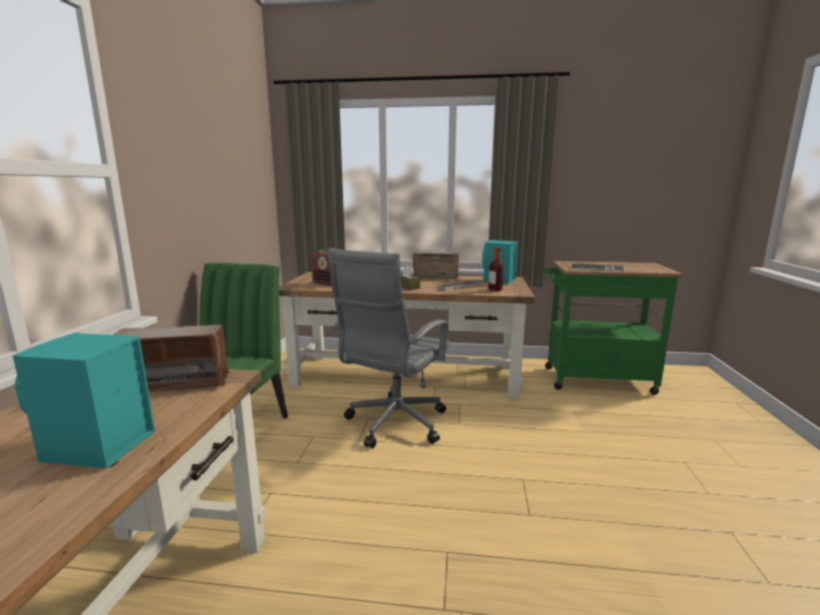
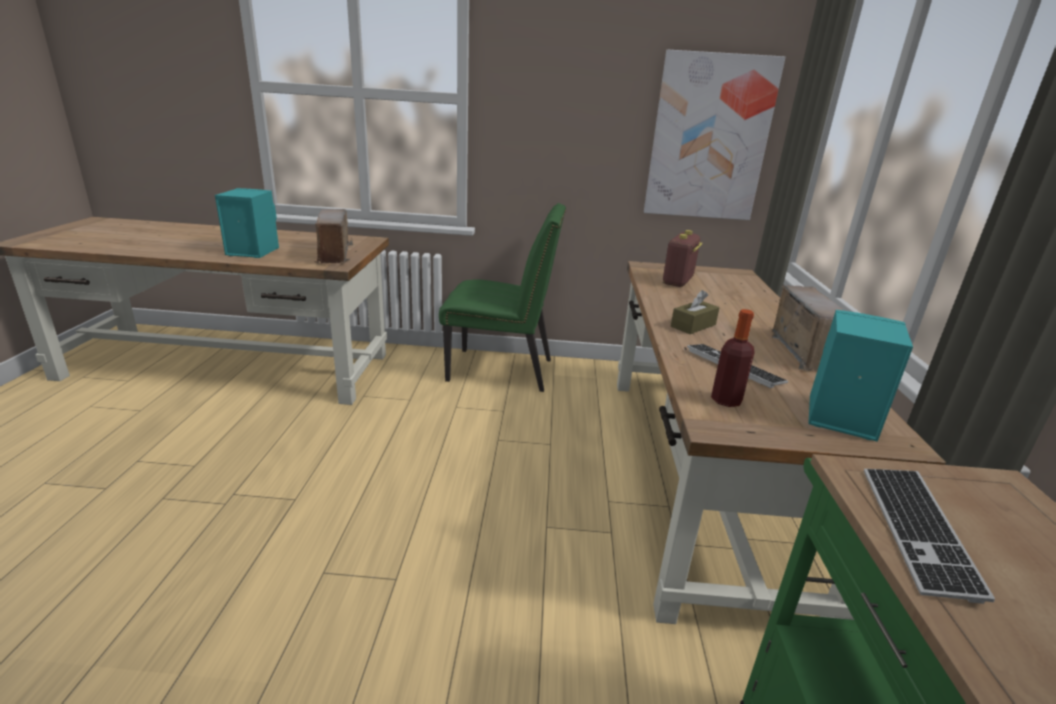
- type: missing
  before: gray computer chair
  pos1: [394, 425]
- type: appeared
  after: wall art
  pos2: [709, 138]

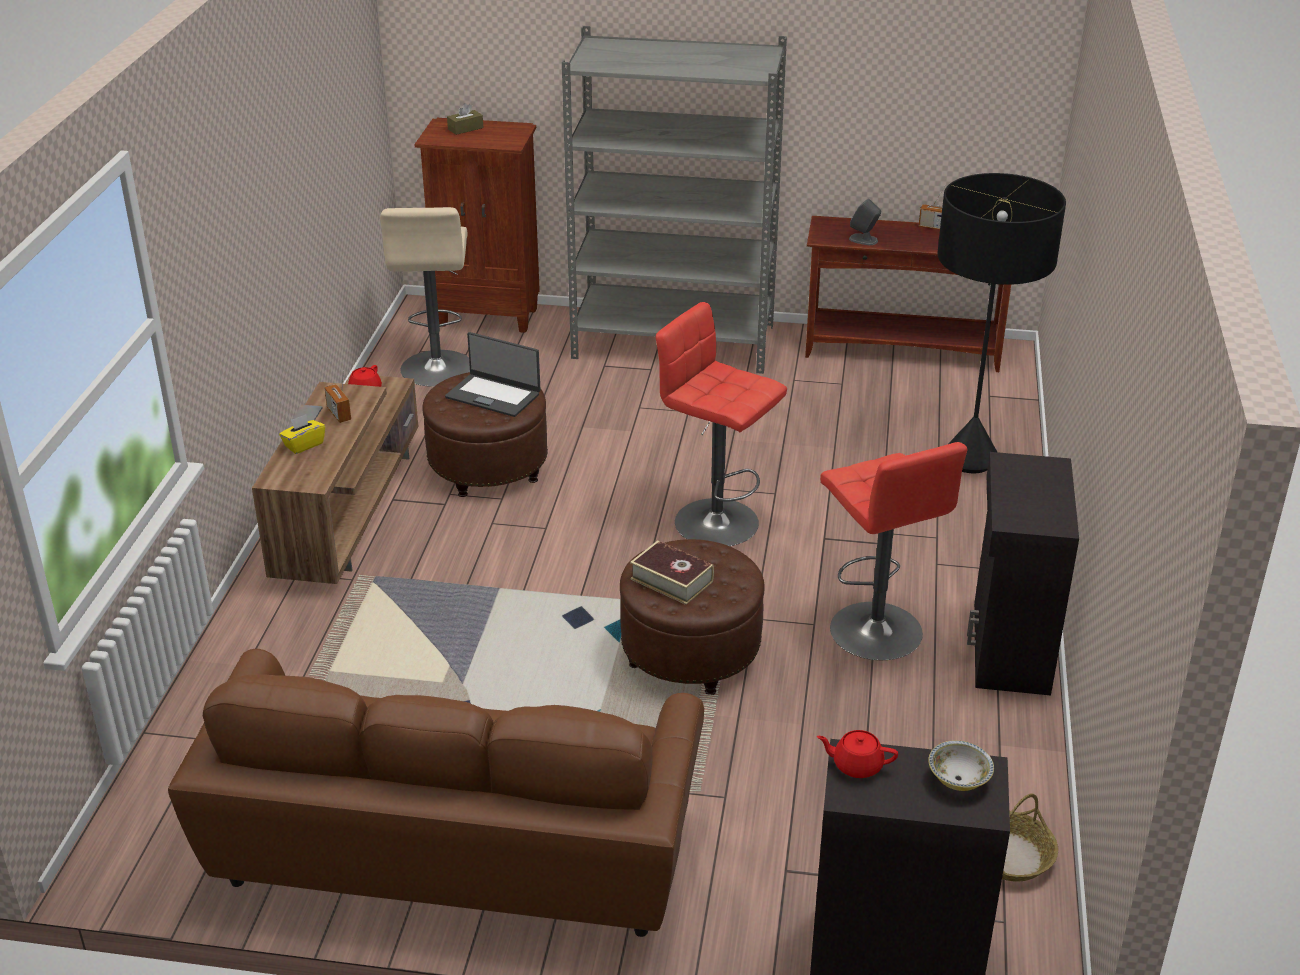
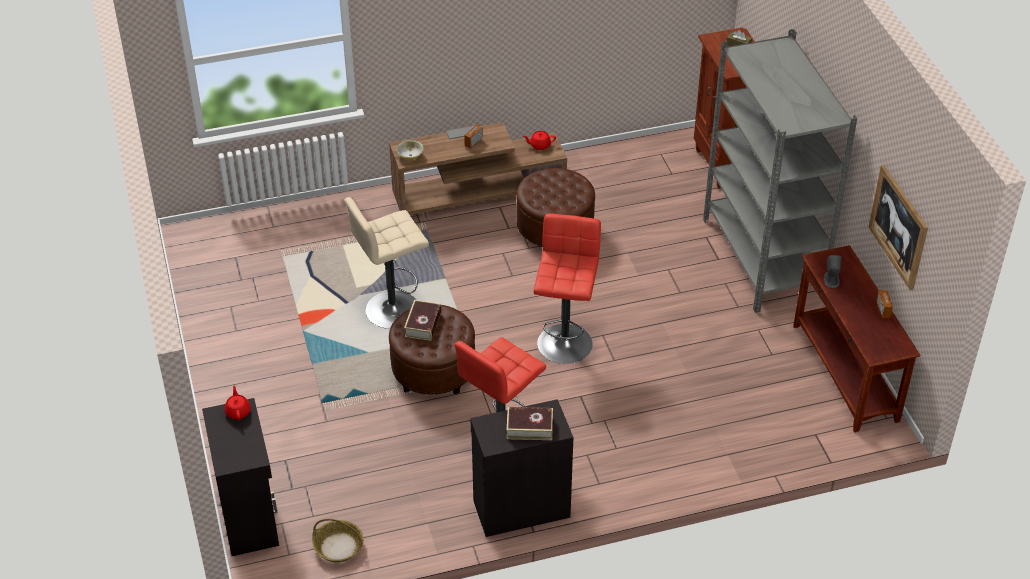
- type: missing
  before: brown-coloured sofa
  pos1: [454, 855]
- type: missing
  before: yellow-coloured box of tissues
  pos1: [304, 445]
- type: missing
  before: portable computer
  pos1: [493, 395]
- type: missing
  before: black standing lamp
  pos1: [970, 461]
- type: appeared
  after: bound book
  pos2: [529, 428]
- type: appeared
  after: wall art
  pos2: [898, 227]
- type: relocated
  before: beige sitting stool
  pos1: [436, 369]
  pos2: [391, 309]
- type: relocated
  before: deep dish
  pos1: [958, 779]
  pos2: [410, 156]

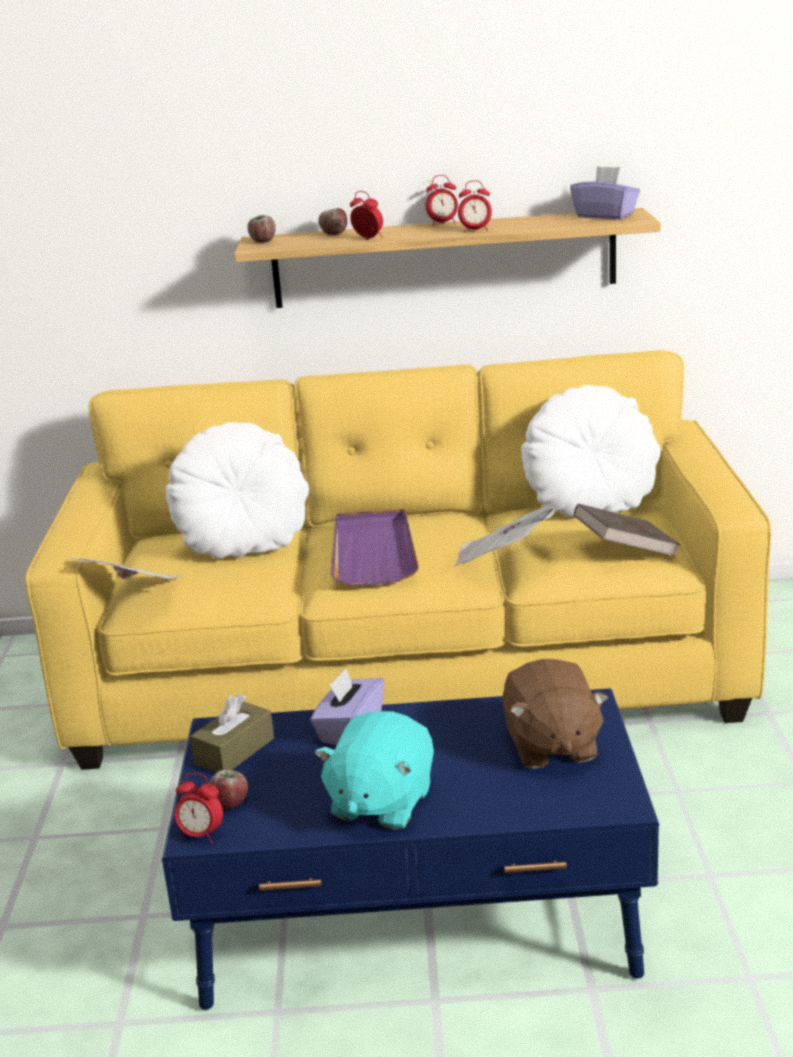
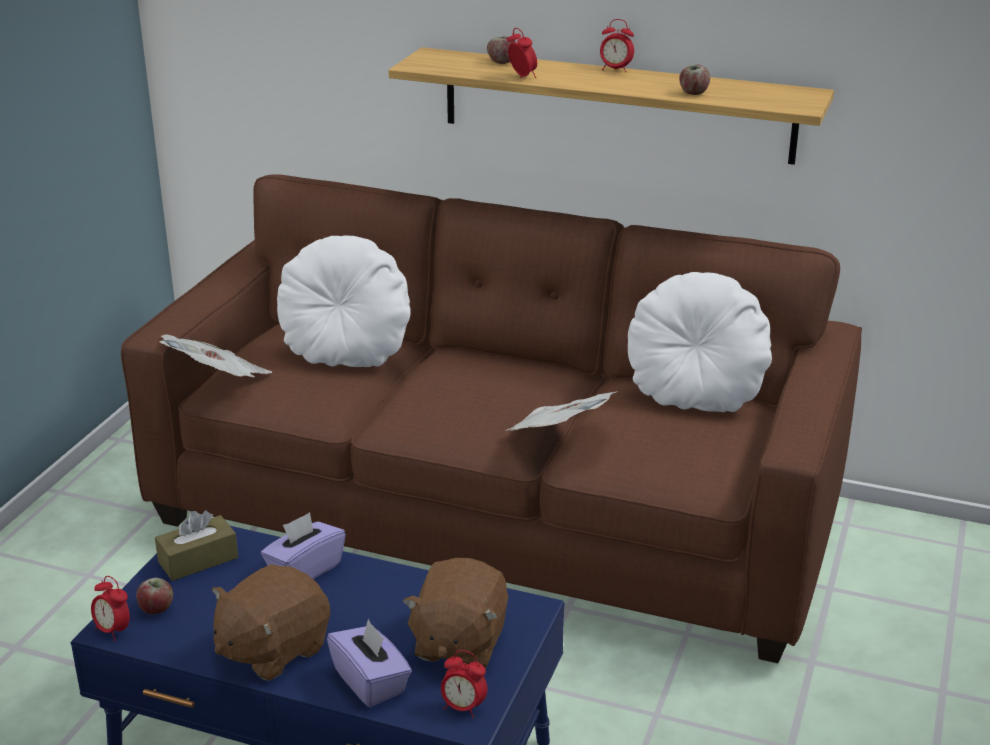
- type: missing
  before: purplish carrying tray
  pos1: [373, 551]
- type: missing
  before: brown-coloured bound book
  pos1: [625, 551]
- type: relocated
  before: whole apple
  pos1: [262, 241]
  pos2: [693, 93]
- type: relocated
  before: alarm clock
  pos1: [475, 230]
  pos2: [463, 708]
- type: relocated
  before: purplish box of tissues
  pos1: [605, 216]
  pos2: [370, 682]
- type: colour
  before: yellow-coloured sofa
  after: brown-coloured sofa
  pos1: [408, 676]
  pos2: [495, 516]
- type: colour
  before: turquoise-coloured soft toy
  after: brown-coloured soft toy
  pos1: [380, 803]
  pos2: [272, 649]

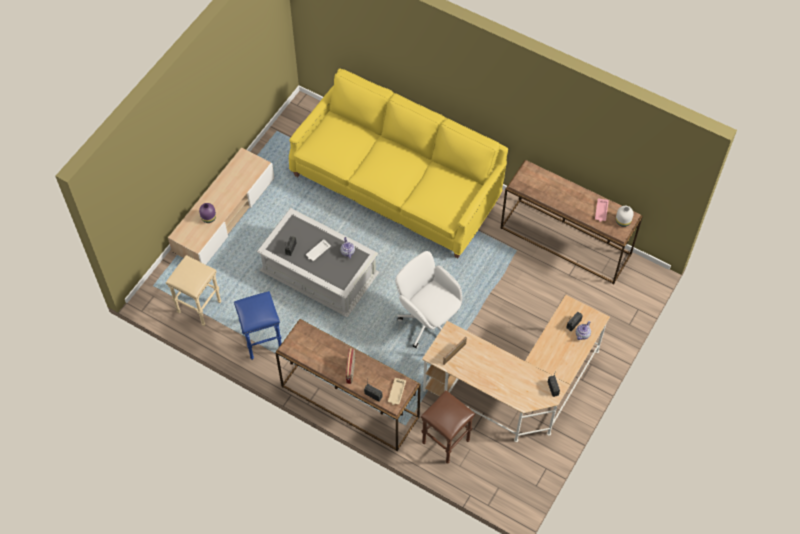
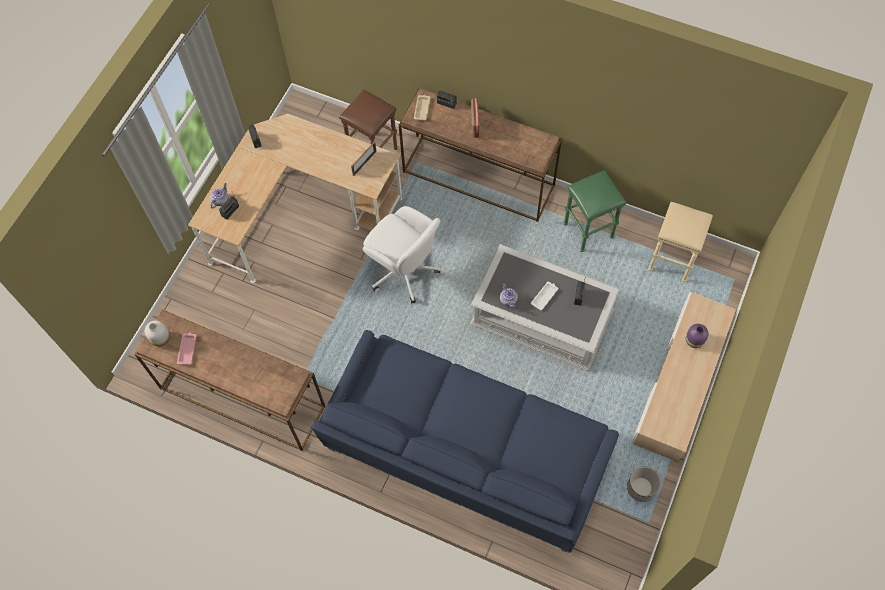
- type: appeared
  after: planter
  pos2: [641, 488]
- type: colour
  before: blue-coloured sitting stool
  after: green sitting stool
  pos1: [263, 340]
  pos2: [588, 231]
- type: colour
  before: yellow-coloured sofa
  after: blue-coloured sofa
  pos1: [397, 185]
  pos2: [465, 453]

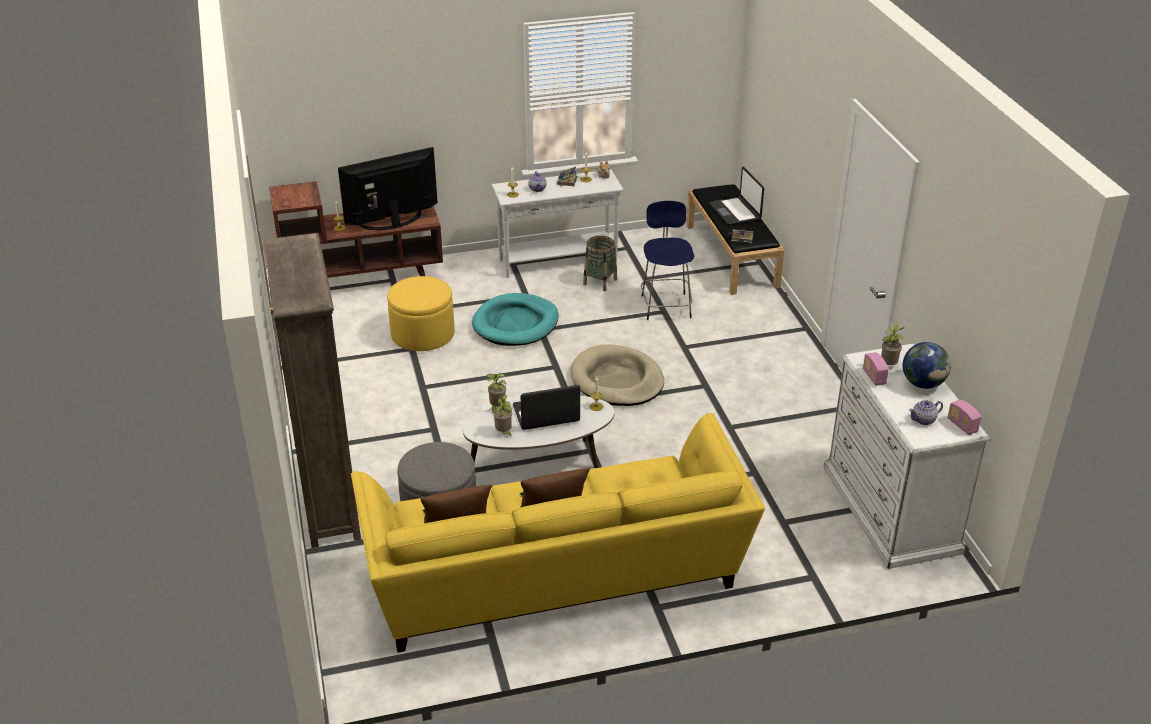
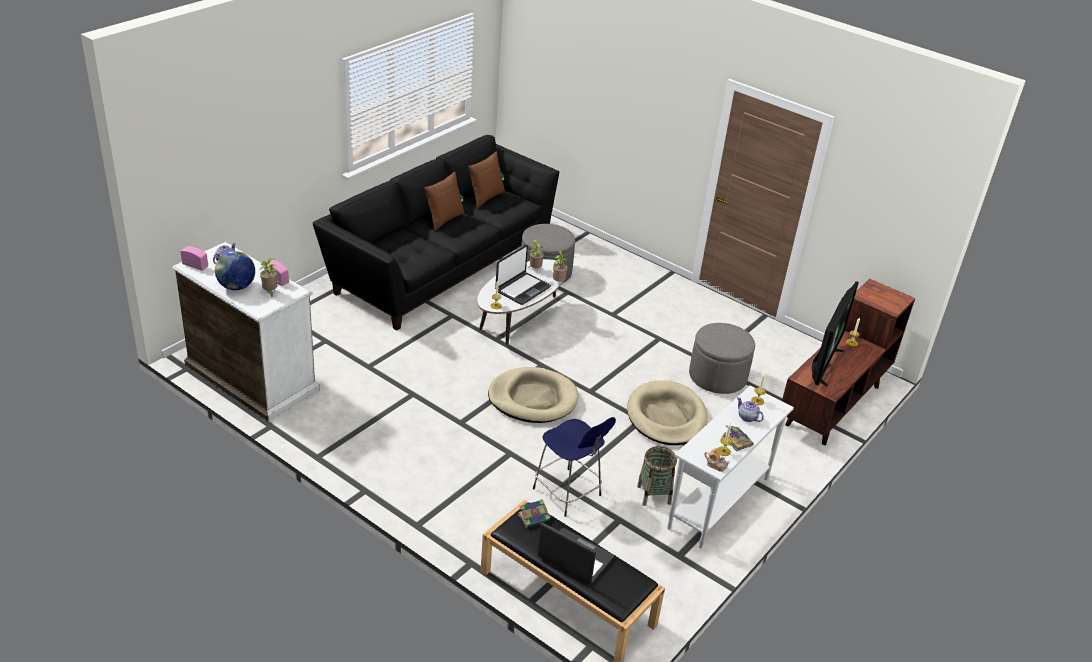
- type: missing
  before: brown-coloured bookshelf
  pos1: [329, 501]
- type: colour
  before: yellow-coloured sofa
  after: black sofa
  pos1: [555, 580]
  pos2: [440, 263]
- type: colour
  before: yellow-coloured pouffe
  after: gray pouffe
  pos1: [423, 335]
  pos2: [717, 377]
- type: colour
  before: turquoise-coloured pet bed
  after: beige pet bed
  pos1: [516, 323]
  pos2: [666, 417]

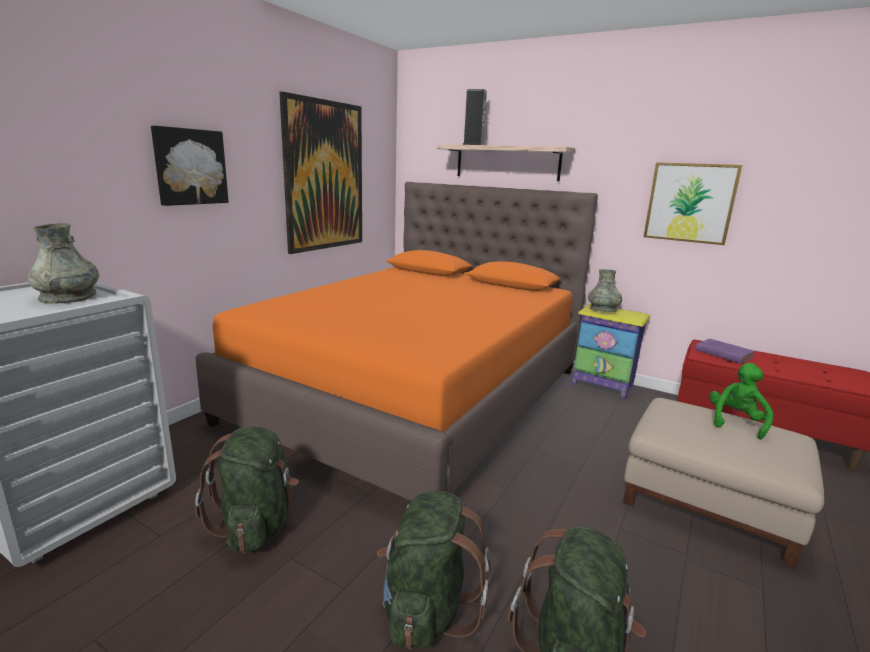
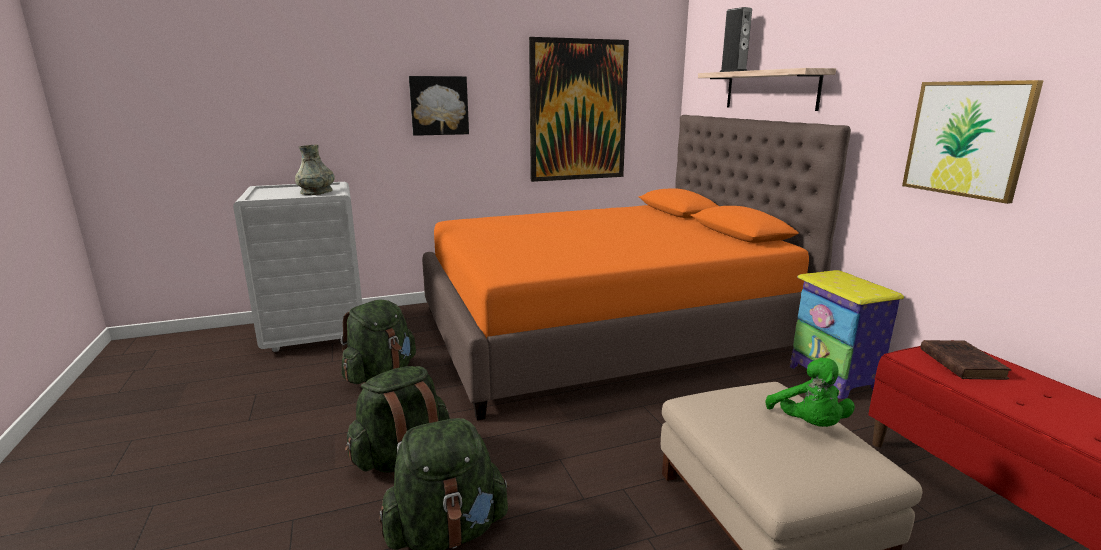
- type: missing
  before: gray flower vase
  pos1: [603, 310]
- type: colour
  before: purplish bound book
  after: brown-coloured bound book
  pos1: [722, 353]
  pos2: [960, 363]
- type: spun
  before: green soft toy
  pos1: [736, 422]
  pos2: [808, 425]
  turn: 105

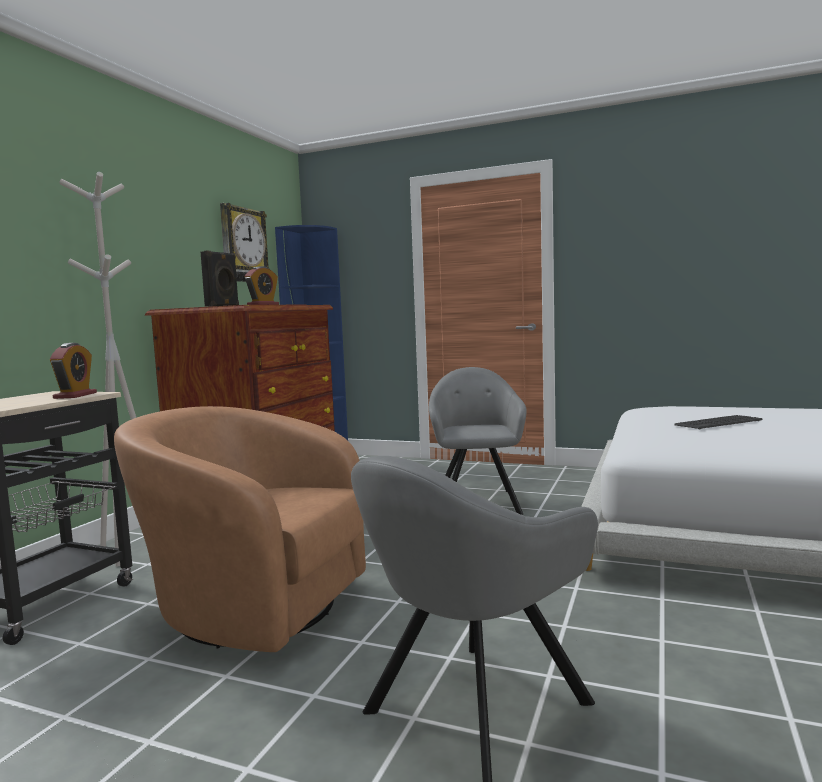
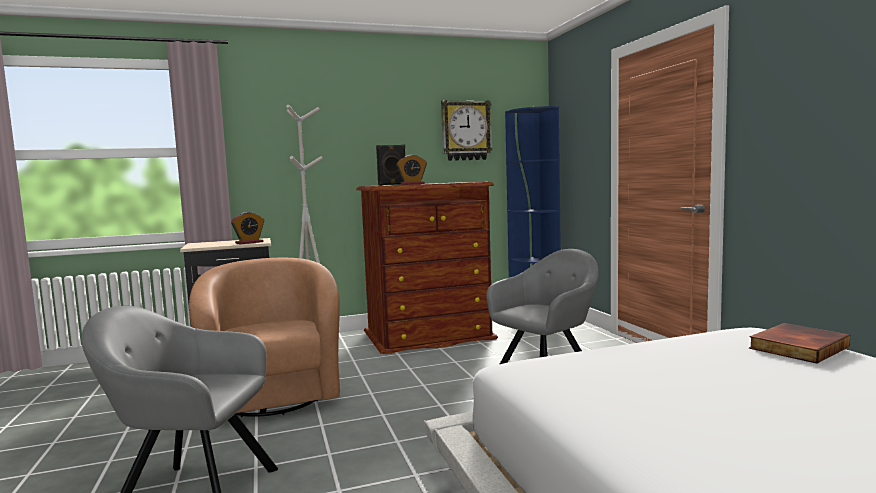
- type: missing
  before: keyboard
  pos1: [717, 423]
- type: appeared
  after: bound book
  pos2: [797, 347]

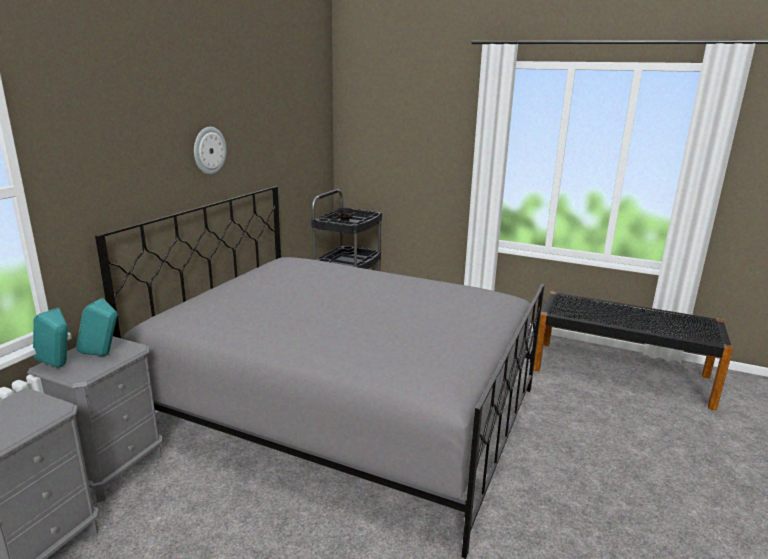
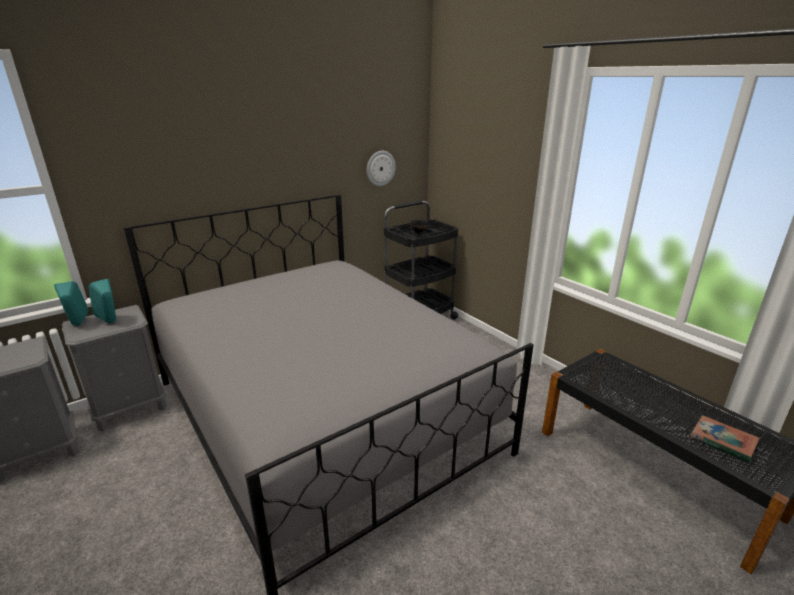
- type: appeared
  after: bound book
  pos2: [722, 441]
- type: relocated
  before: hanging clock
  pos1: [209, 150]
  pos2: [380, 168]

